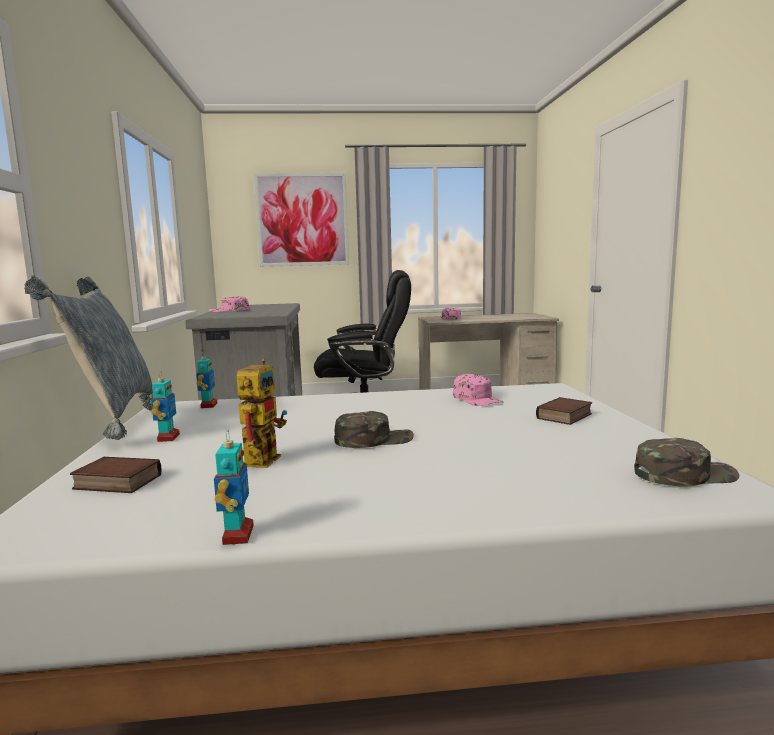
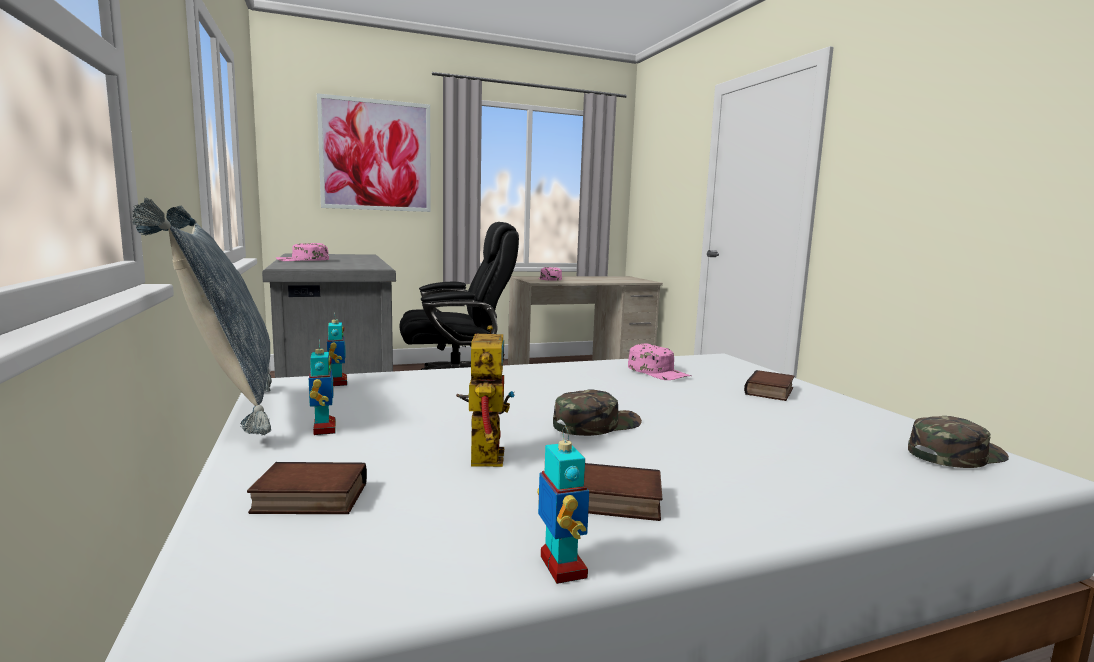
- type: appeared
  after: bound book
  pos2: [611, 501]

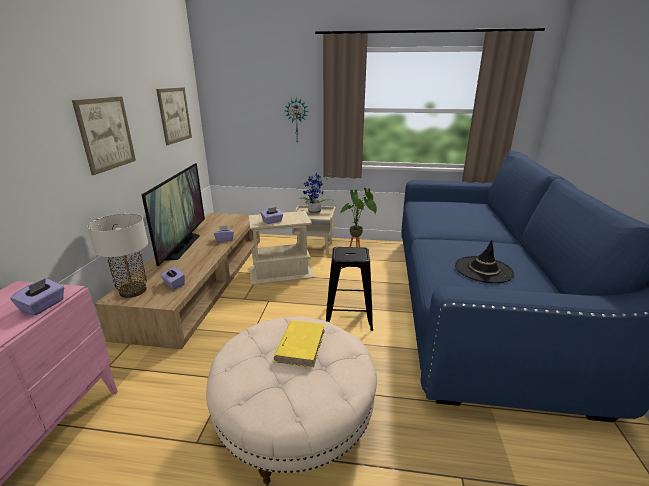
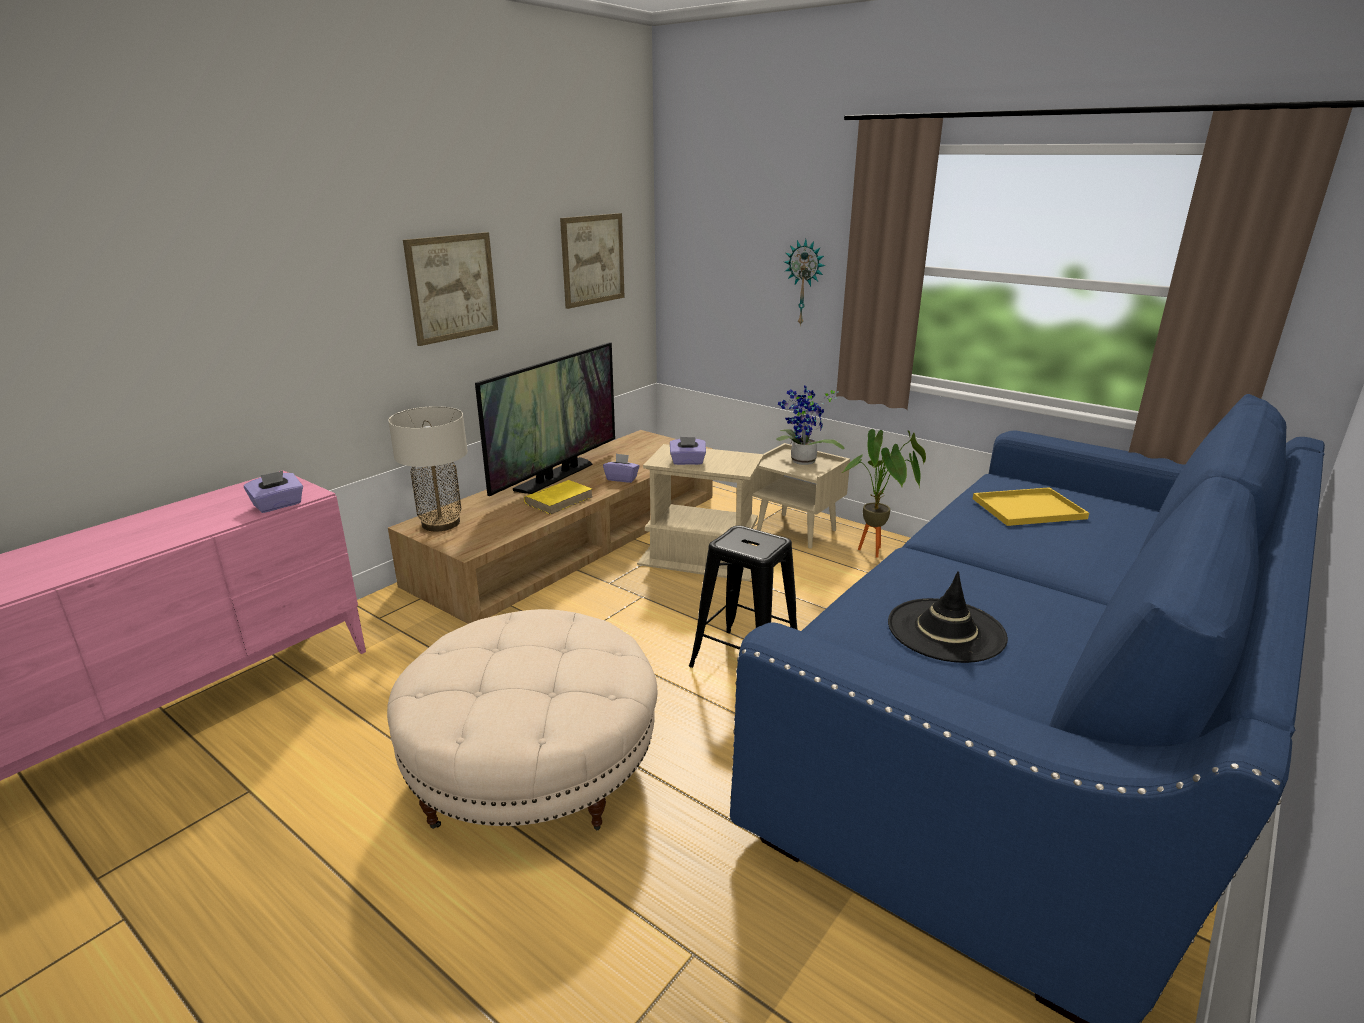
- type: missing
  before: purplish box of tissues
  pos1: [174, 284]
- type: appeared
  after: yellow-coloured carrying tray
  pos2: [1029, 508]
- type: relocated
  before: yellow-coloured bound book
  pos1: [300, 345]
  pos2: [559, 500]

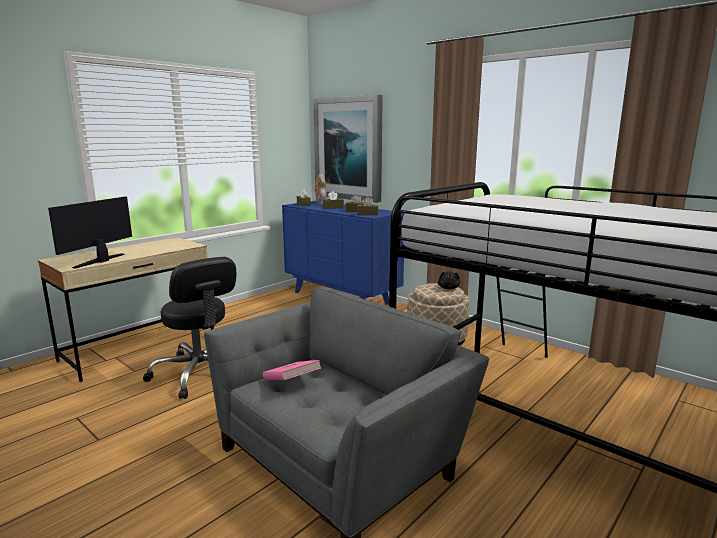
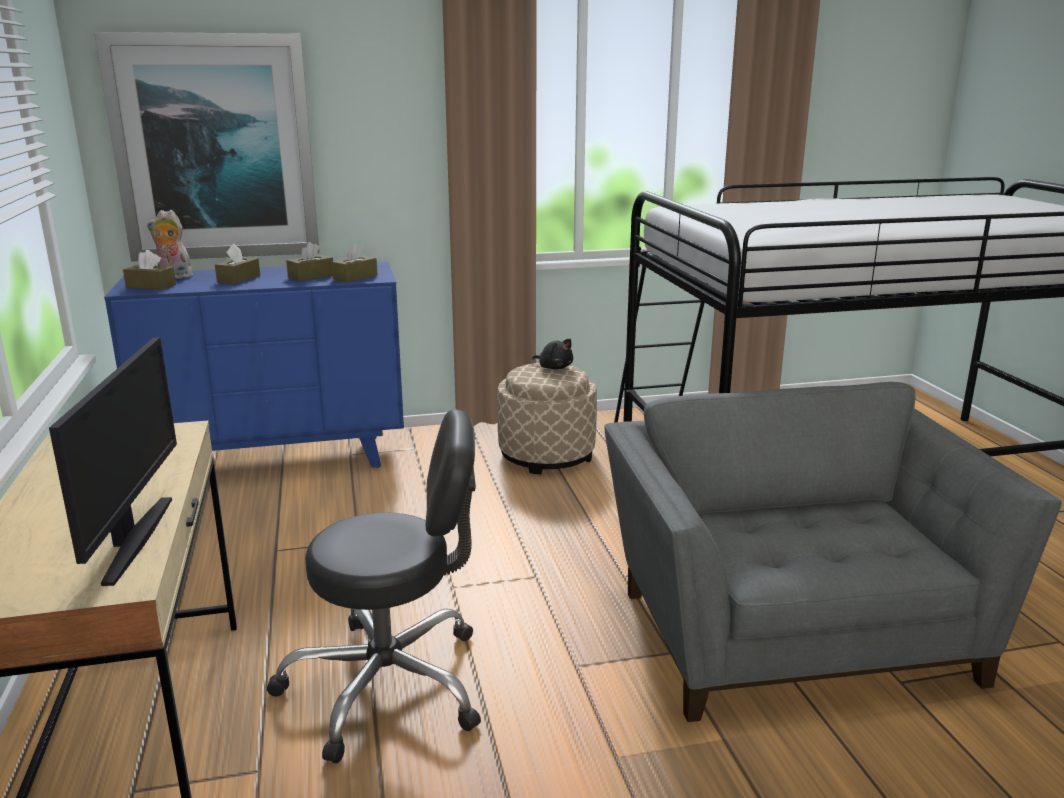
- type: missing
  before: pink bound book
  pos1: [291, 383]
- type: spun
  before: computer display
  pos1: [101, 261]
  pos2: [133, 539]
  turn: -150

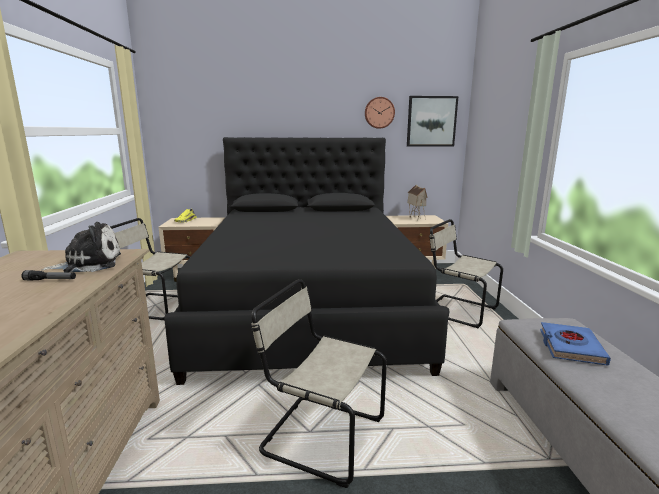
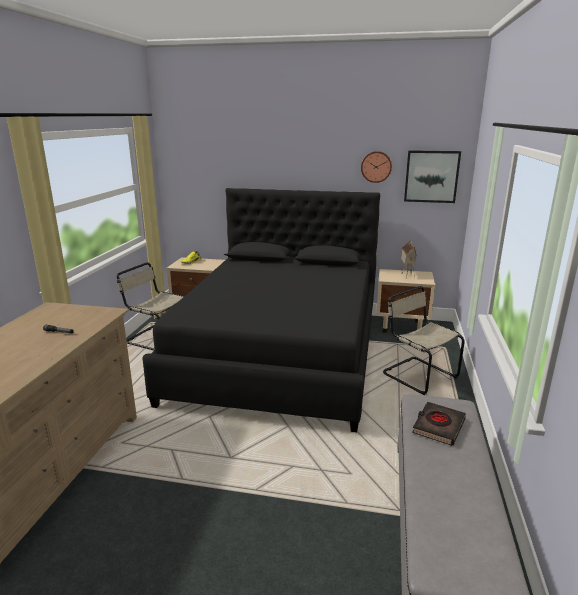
- type: missing
  before: soft toy
  pos1: [89, 264]
- type: missing
  before: beige upright chair
  pos1: [318, 435]
- type: colour
  before: blue-coloured bound book
  after: black bound book
  pos1: [570, 347]
  pos2: [438, 426]

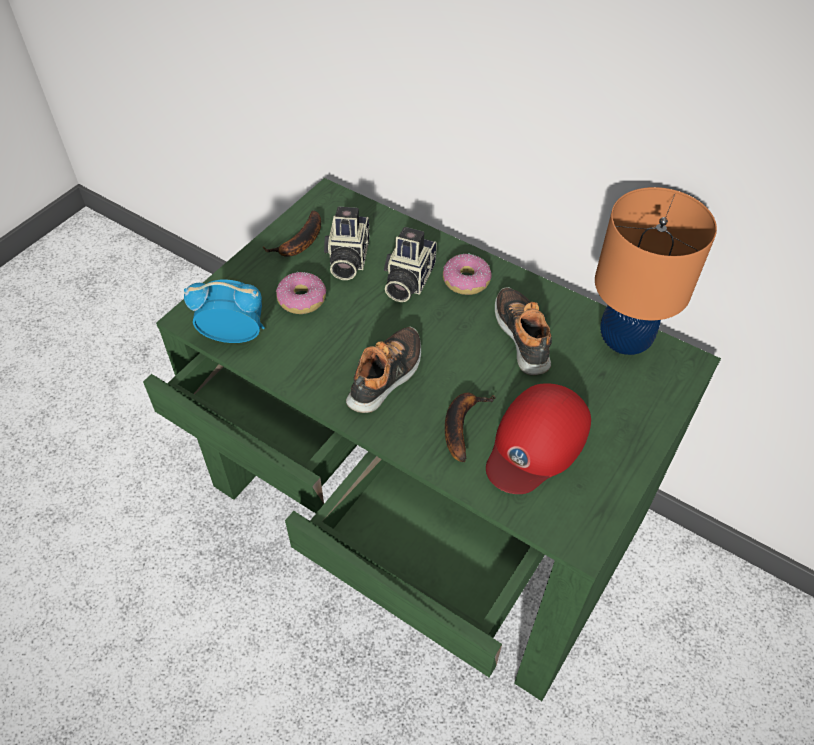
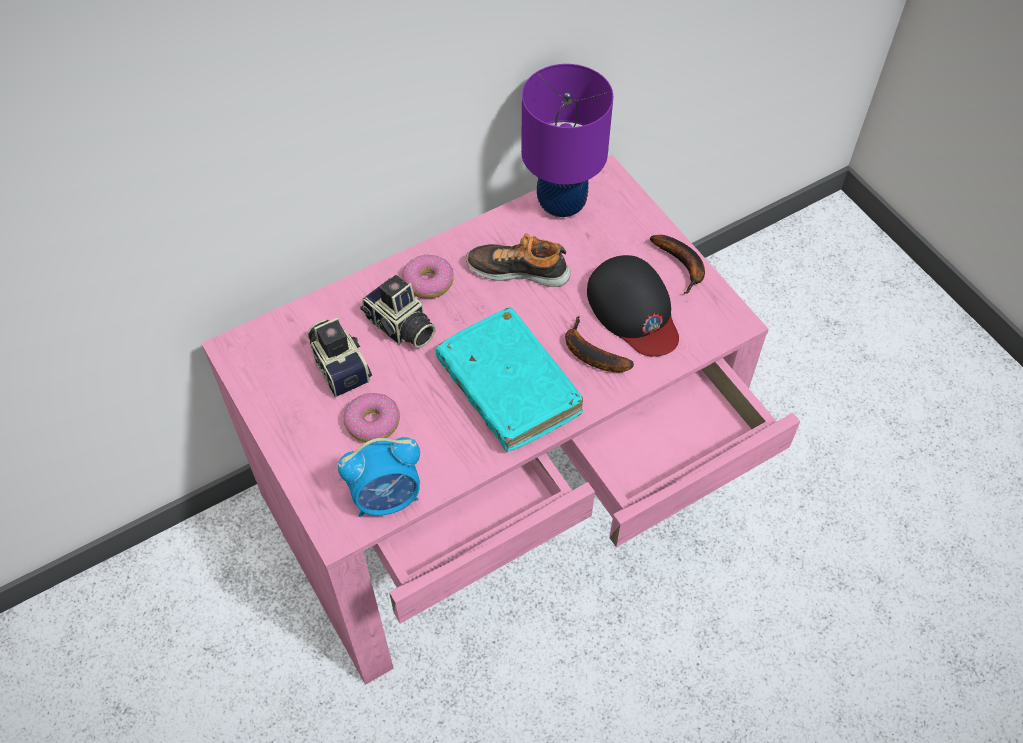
- type: relocated
  before: banana fruit
  pos1: [300, 243]
  pos2: [683, 265]
- type: exchanged
  before: low shoe
  after: turquoise-coloured bound book
  pos1: [386, 376]
  pos2: [509, 388]
- type: colour
  before: green desk unit
  after: pink desk unit
  pos1: [416, 521]
  pos2: [507, 505]
- type: colour
  before: red cap
  after: black cap
  pos1: [536, 442]
  pos2: [633, 310]
- type: colour
  before: orange-coloured table lamp
  after: purplish table lamp
  pos1: [626, 340]
  pos2: [561, 202]
- type: spun
  before: alarm clock
  pos1: [234, 335]
  pos2: [387, 497]
  turn: -135
- type: spun
  before: still camera
  pos1: [347, 259]
  pos2: [340, 365]
  turn: -150

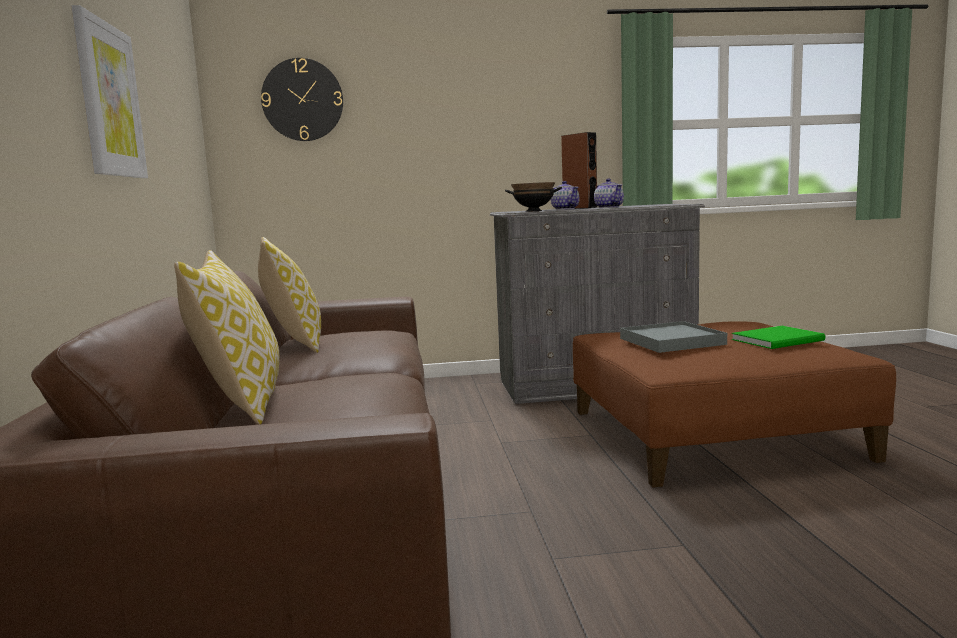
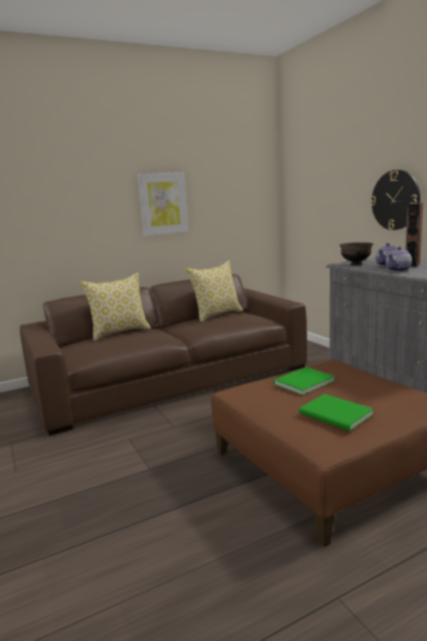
- type: relocated
  before: hanging clock
  pos1: [302, 100]
  pos2: [395, 200]
- type: exchanged
  before: gray carrying tray
  after: green bound book
  pos1: [671, 341]
  pos2: [302, 382]

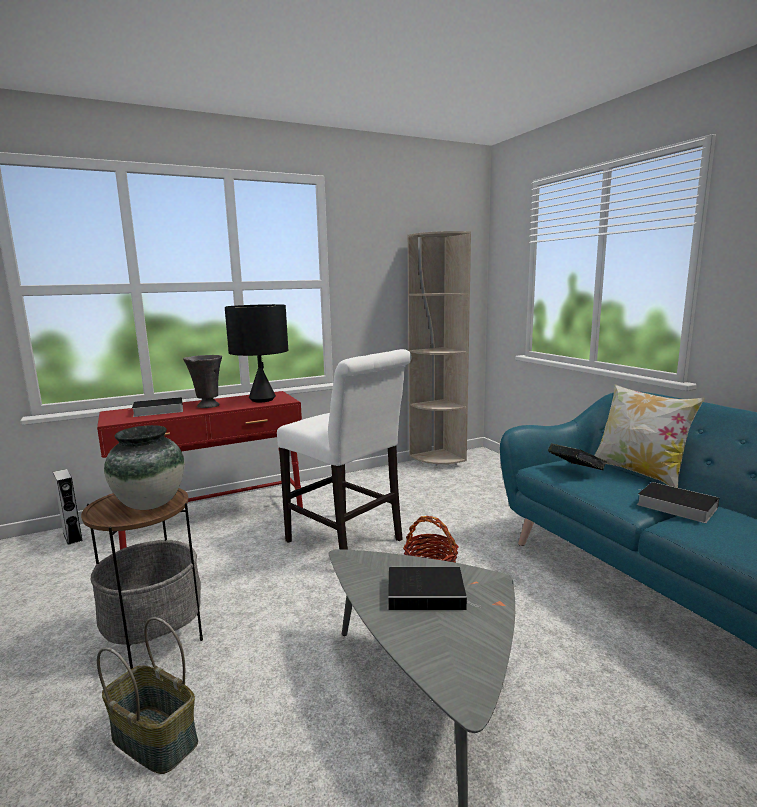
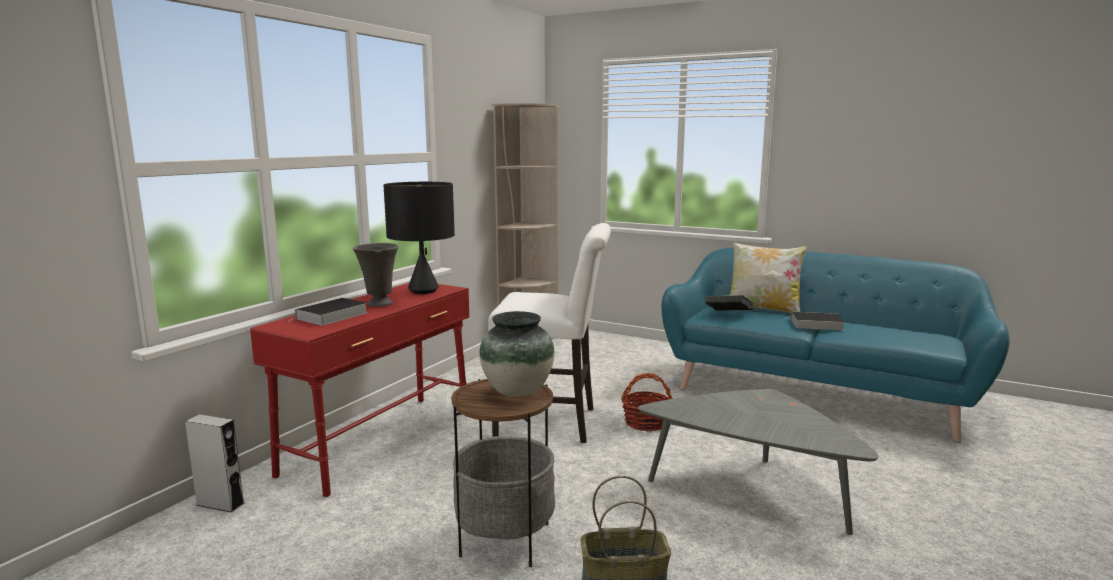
- type: missing
  before: bound book
  pos1: [428, 593]

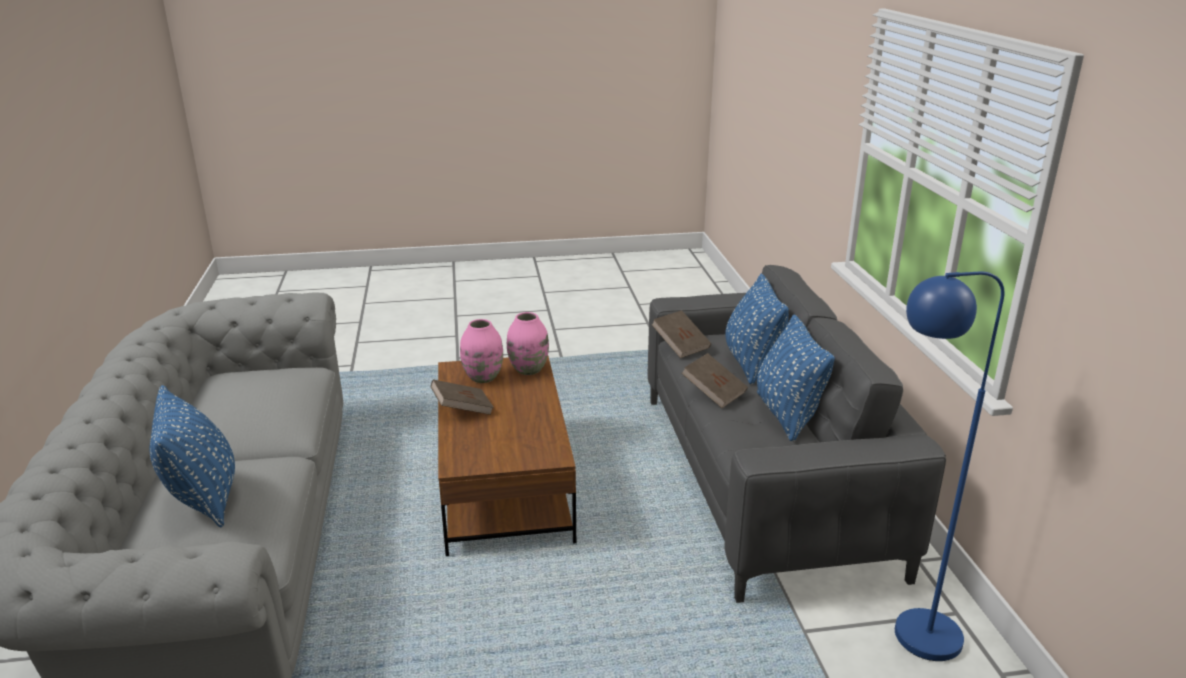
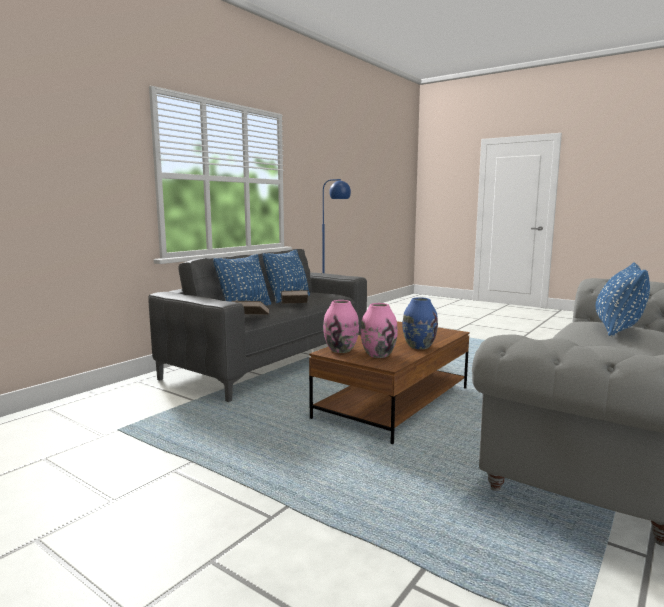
- type: exchanged
  before: brown-coloured bound book
  after: blue-coloured flower vase
  pos1: [462, 409]
  pos2: [419, 346]

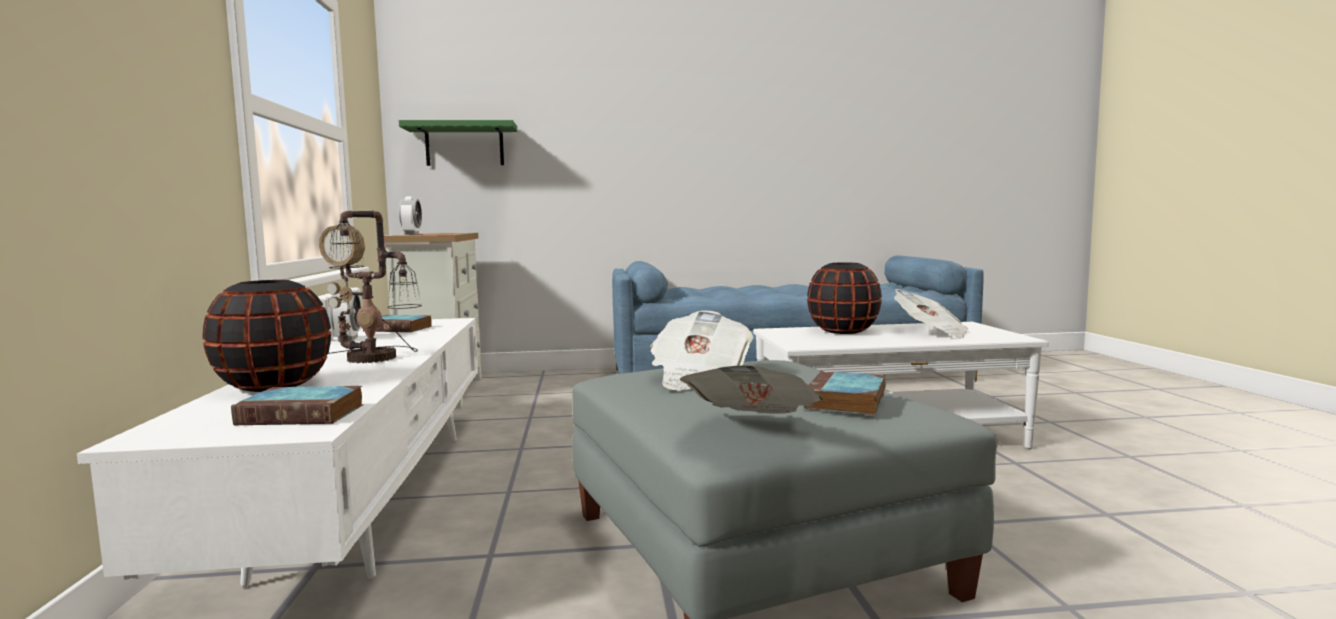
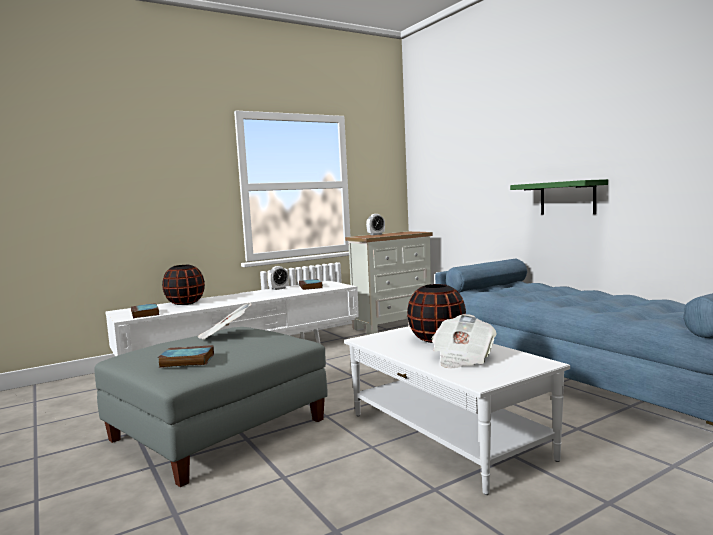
- type: missing
  before: table lamp
  pos1: [372, 359]
- type: missing
  before: printed paper
  pos1: [753, 430]
- type: relocated
  before: green wall shelf
  pos1: [464, 145]
  pos2: [567, 198]

